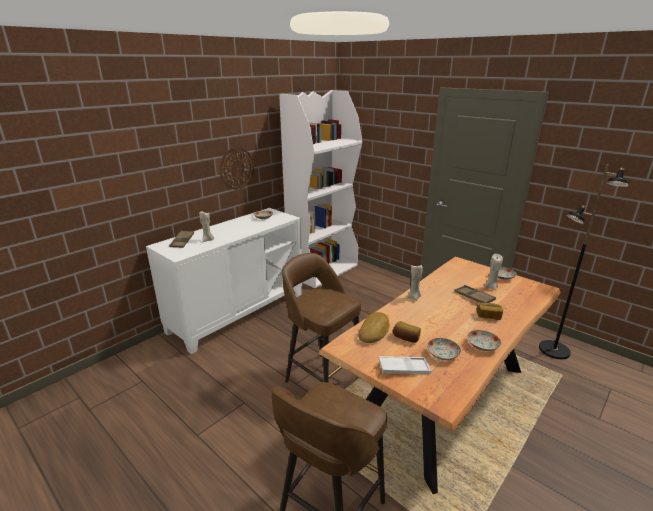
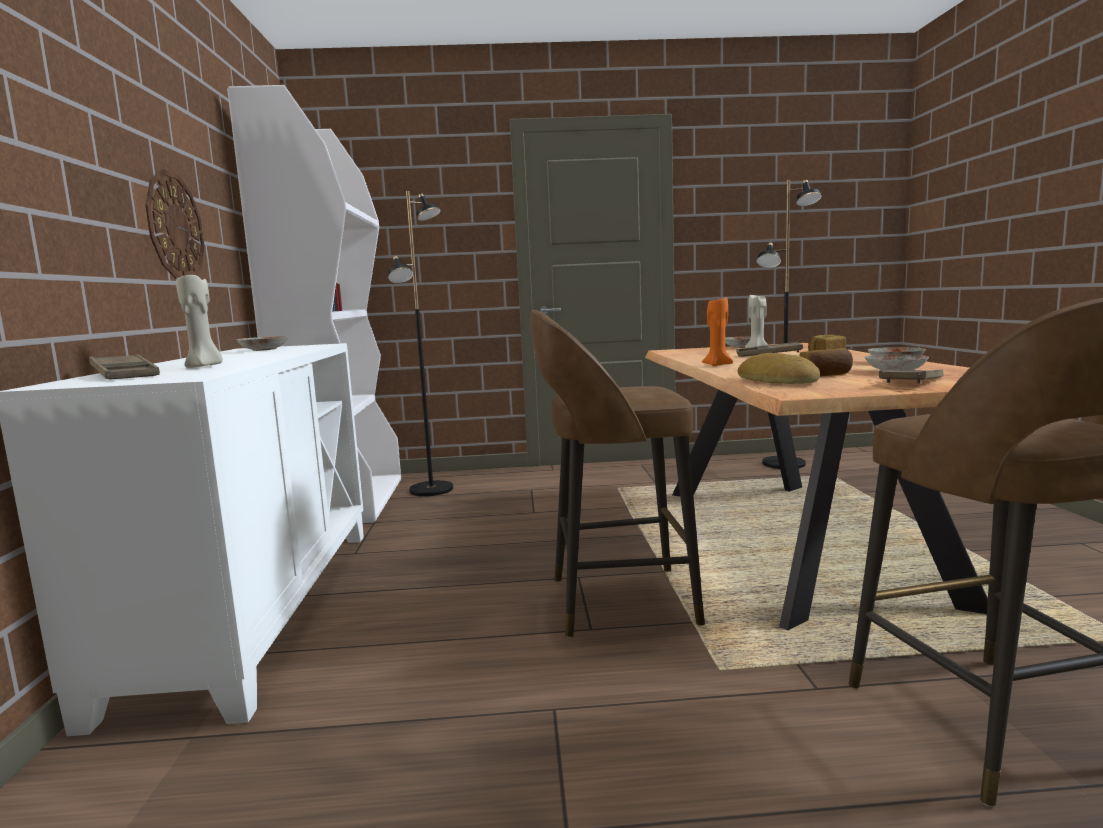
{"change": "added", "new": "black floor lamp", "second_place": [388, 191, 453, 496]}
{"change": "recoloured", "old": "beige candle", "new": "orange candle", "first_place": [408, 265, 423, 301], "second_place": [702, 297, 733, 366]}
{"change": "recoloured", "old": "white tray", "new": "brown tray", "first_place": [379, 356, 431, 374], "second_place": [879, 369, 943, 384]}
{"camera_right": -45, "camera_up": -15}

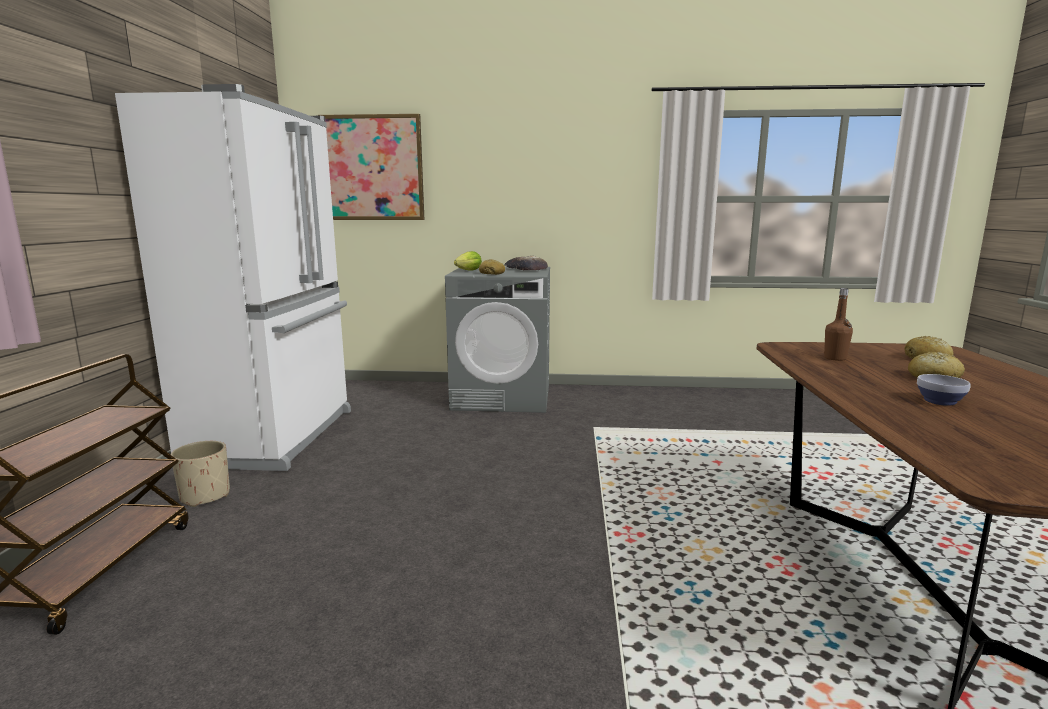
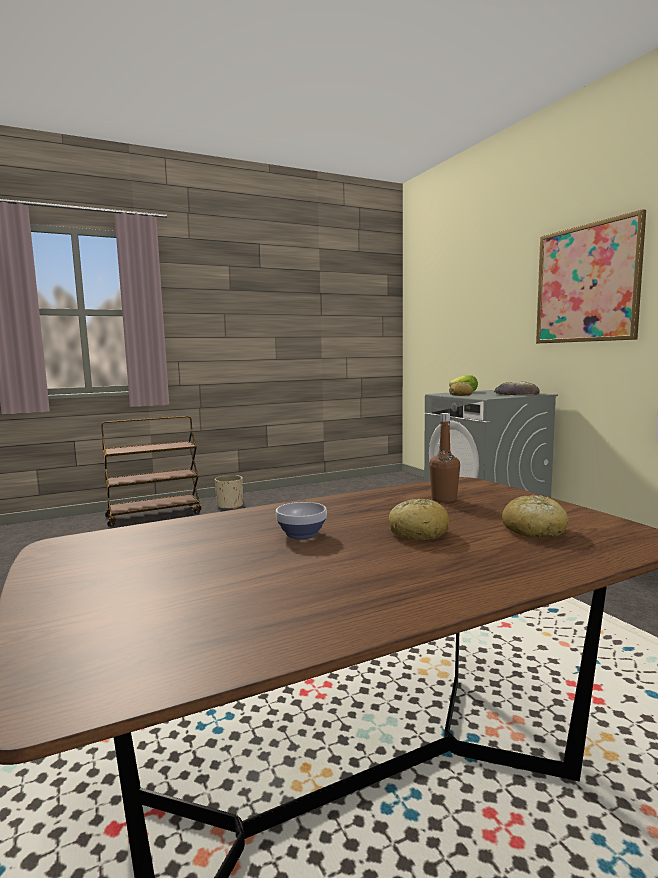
{"change": "moved", "old": "picture", "first_place": [318, 114, 425, 220], "second_place": [536, 209, 646, 343]}
{"change": "removed", "old": "white fridge", "first_place": [115, 84, 351, 471]}
{"camera_right": 60, "camera_up": -5}

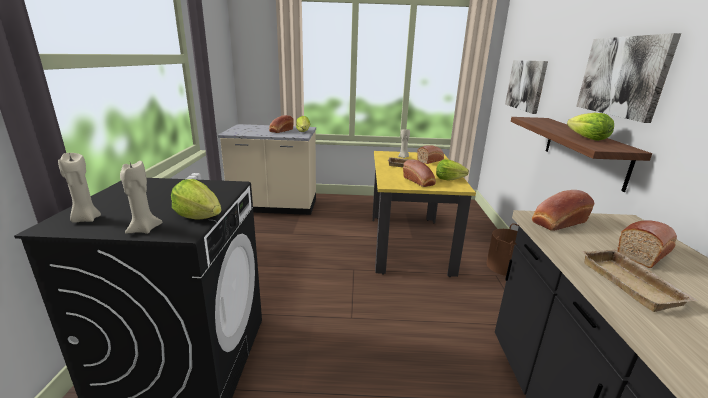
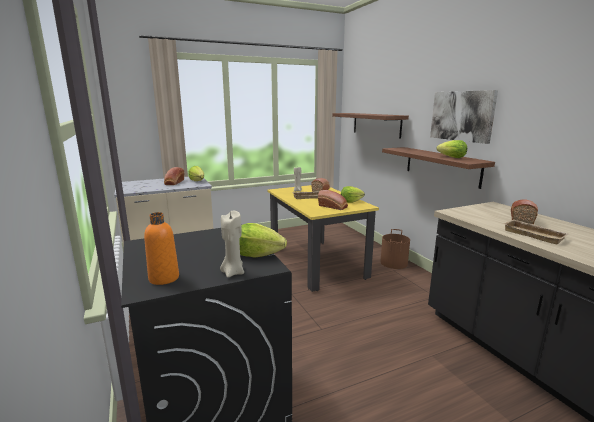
{"change": "replaced", "old": "beige candle", "new": "orange bottle", "first_place": [58, 153, 101, 223], "second_place": [144, 212, 179, 285]}
{"change": "replaced", "old": "picture", "new": "shelf", "first_place": [505, 60, 548, 114], "second_place": [332, 113, 409, 139]}
{"change": "removed", "old": "bread", "first_place": [532, 190, 594, 231]}
{"camera_right": -25, "camera_up": -5}

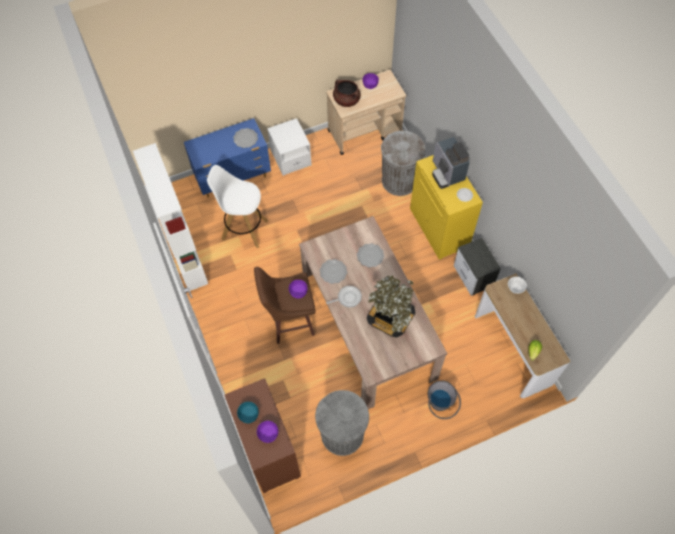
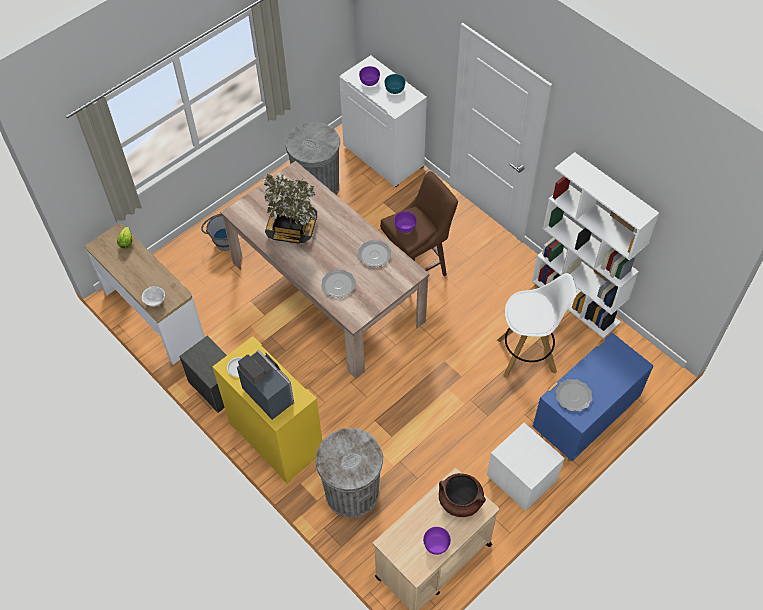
{"change": "recoloured", "old": "brown cabinet", "new": "white cabinet", "first_place": [224, 378, 301, 493], "second_place": [339, 55, 427, 187]}
{"change": "removed", "old": "frying pan", "first_place": [326, 286, 362, 307]}
{"camera_right": 160, "camera_up": -5}

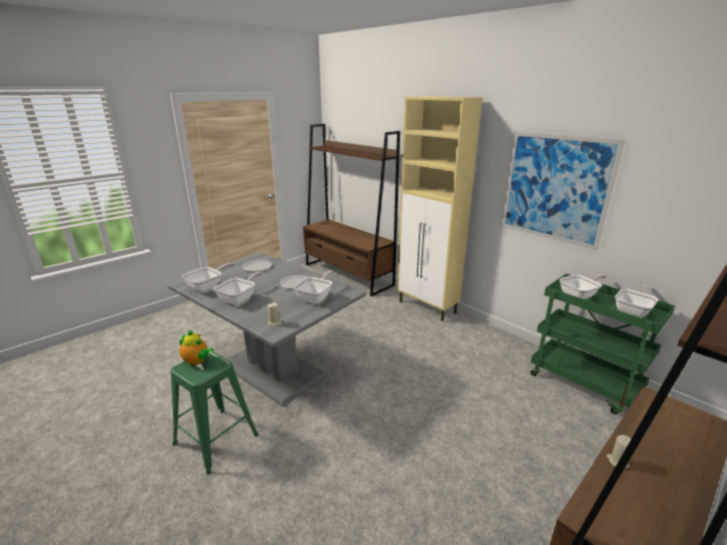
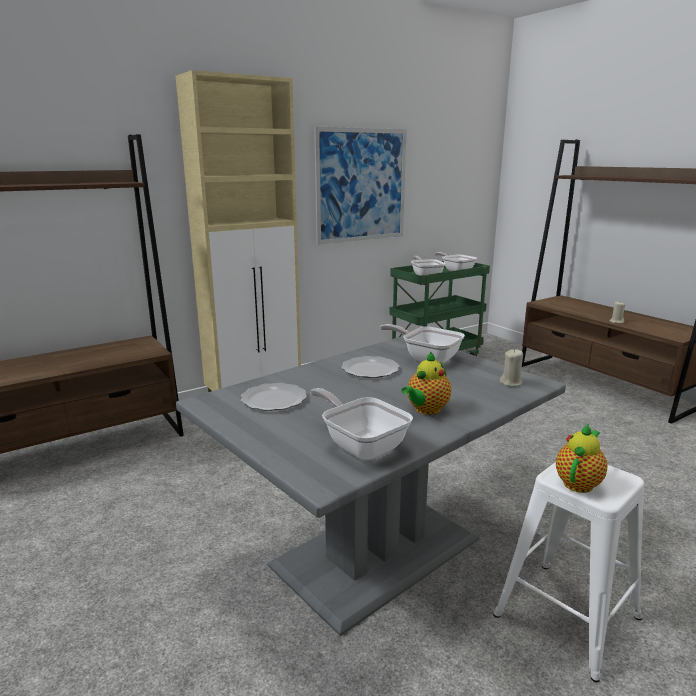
{"change": "replaced", "old": "frying pan", "new": "teapot", "first_place": [213, 272, 263, 305], "second_place": [401, 352, 451, 415]}
{"change": "recoloured", "old": "green stool", "new": "white stool", "first_place": [171, 351, 259, 475], "second_place": [493, 462, 644, 682]}
{"camera_right": -80, "camera_up": -5}

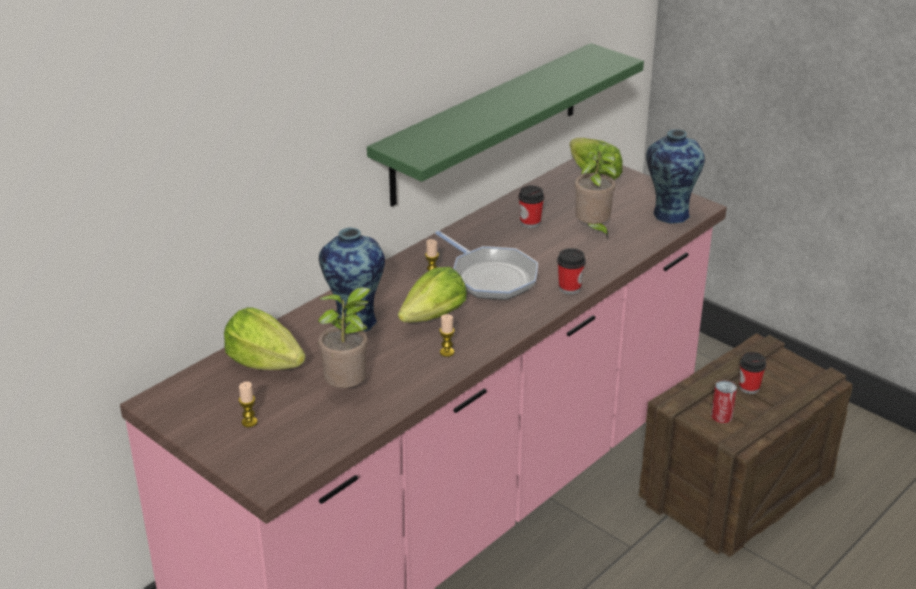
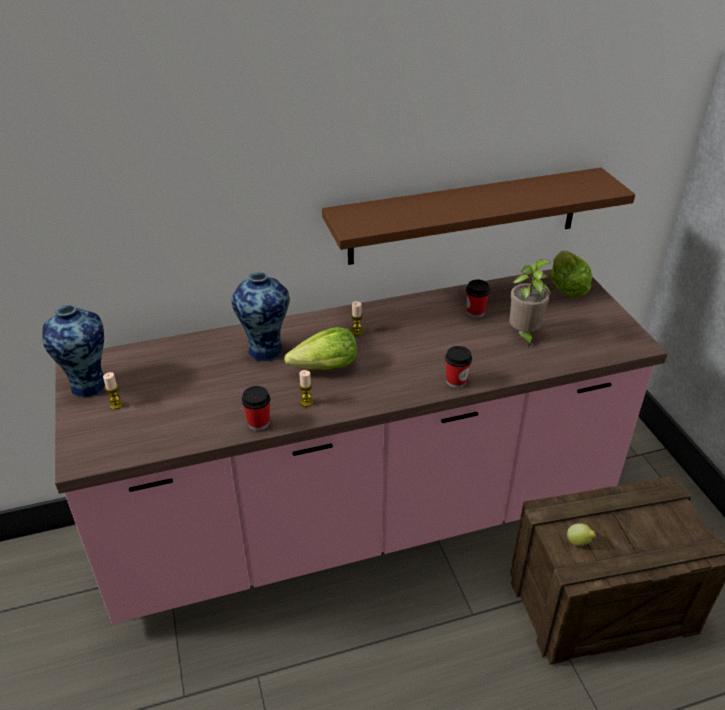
{"change": "moved", "old": "vase", "first_place": [646, 129, 705, 223], "second_place": [42, 304, 105, 398]}
{"change": "moved", "old": "cup", "first_place": [739, 352, 766, 394], "second_place": [242, 386, 270, 431]}
{"change": "recoloured", "old": "green shelf", "new": "brown shelf", "first_place": [367, 43, 644, 206], "second_place": [322, 168, 635, 265]}
{"change": "replaced", "old": "can", "new": "lemon", "first_place": [711, 380, 737, 423], "second_place": [567, 523, 596, 546]}
{"change": "removed", "old": "lettuce", "first_place": [224, 307, 305, 370]}
{"change": "removed", "old": "potted plant", "first_place": [318, 287, 371, 388]}
{"change": "removed", "old": "frying pan", "first_place": [435, 231, 538, 300]}
{"camera_right": 30, "camera_up": 5}

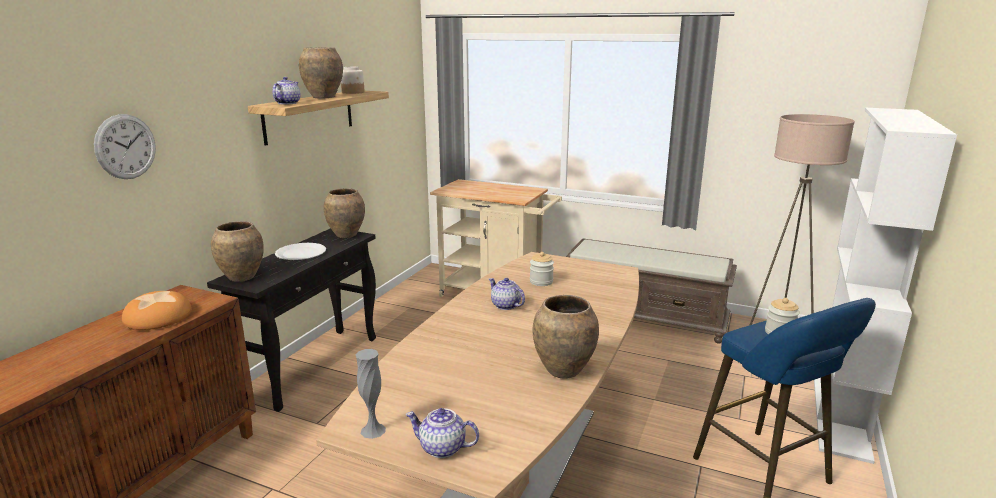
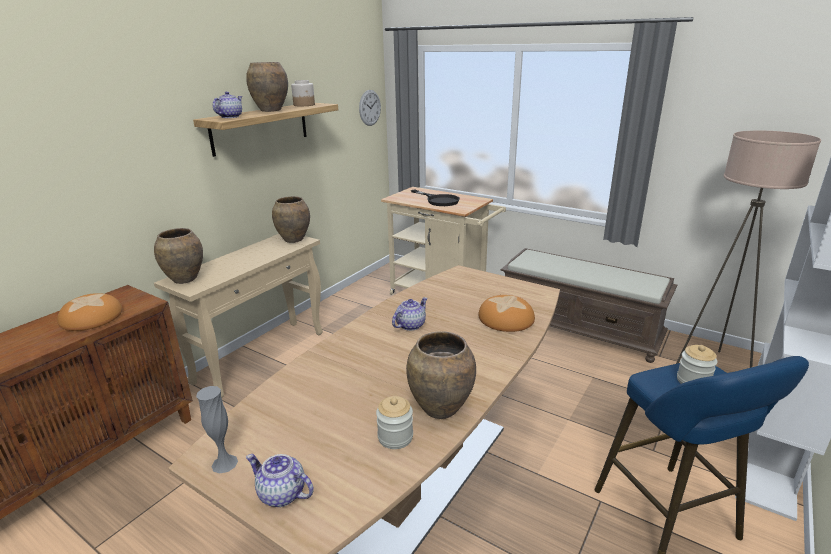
{"change": "recoloured", "old": "black console table", "new": "beige console table", "first_place": [207, 228, 376, 412], "second_place": [154, 234, 323, 398]}
{"change": "moved", "old": "wall clock", "first_place": [94, 114, 156, 179], "second_place": [359, 90, 381, 126]}
{"change": "moved", "old": "jar", "first_place": [530, 252, 554, 286], "second_place": [376, 396, 413, 449]}
{"change": "turned", "old": "teapot", "first_place": [489, 278, 525, 310], "second_place": [392, 297, 428, 331], "degrees": 75}
{"change": "added", "new": "black frying pan", "second_place": [411, 189, 460, 206]}
{"change": "added", "new": "bread", "second_place": [478, 295, 535, 332]}
{"change": "removed", "old": "white plate", "first_place": [275, 243, 326, 260]}
{"camera_right": 10, "camera_up": 5}

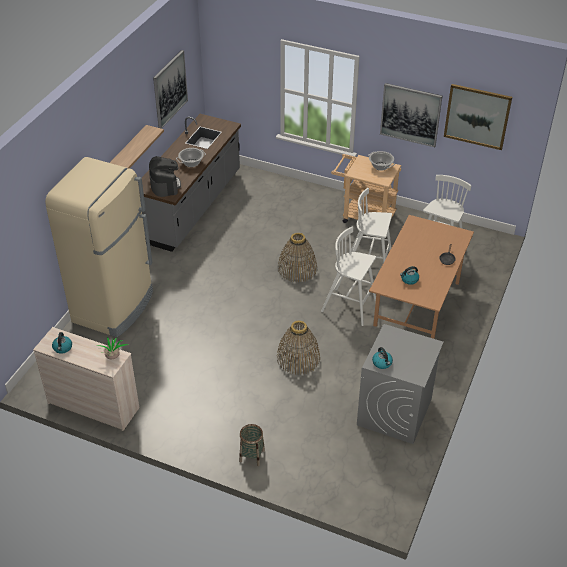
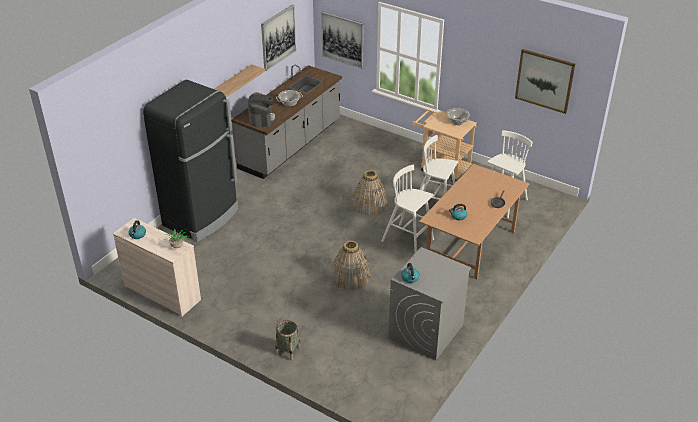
{"change": "recoloured", "old": "beige fridge", "new": "black fridge", "first_place": [45, 157, 153, 337], "second_place": [143, 80, 238, 242]}
{"change": "moved", "old": "picture", "first_place": [380, 83, 442, 147], "second_place": [321, 12, 364, 69]}
{"camera_right": 10, "camera_up": -5}

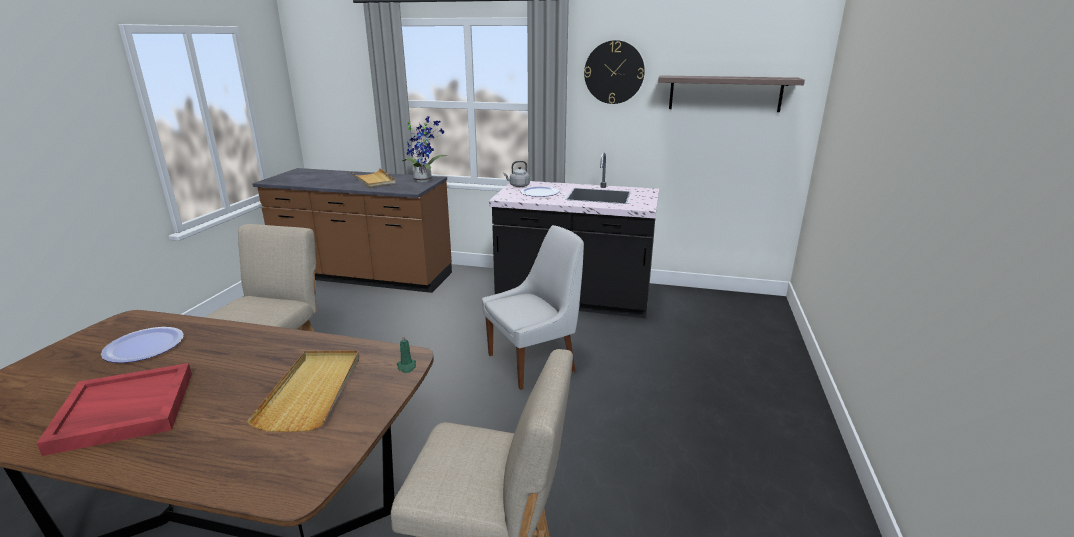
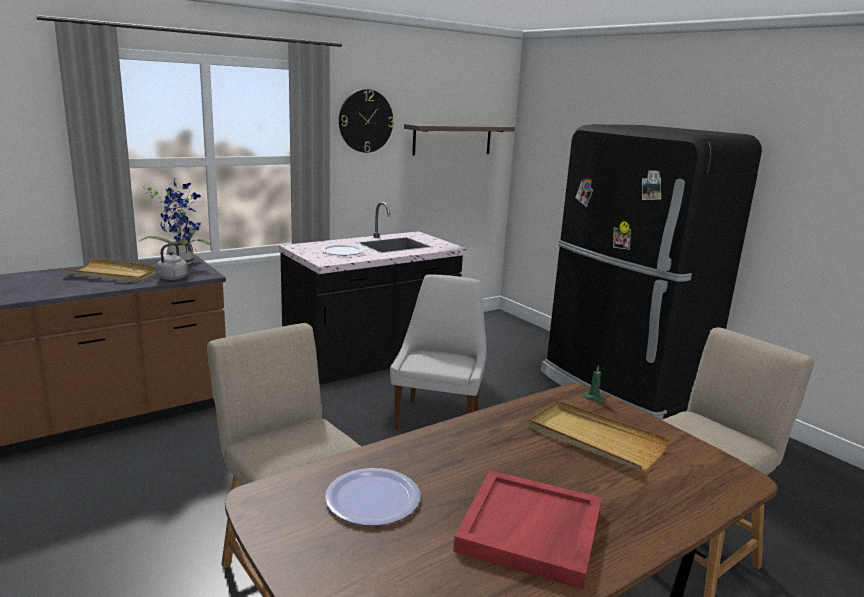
{"change": "moved", "old": "grey kettle", "first_place": [503, 161, 530, 187], "second_place": [151, 243, 188, 280]}
{"change": "added", "new": "black fridge", "second_place": [541, 124, 762, 420]}
{"camera_right": -50, "camera_up": -5}

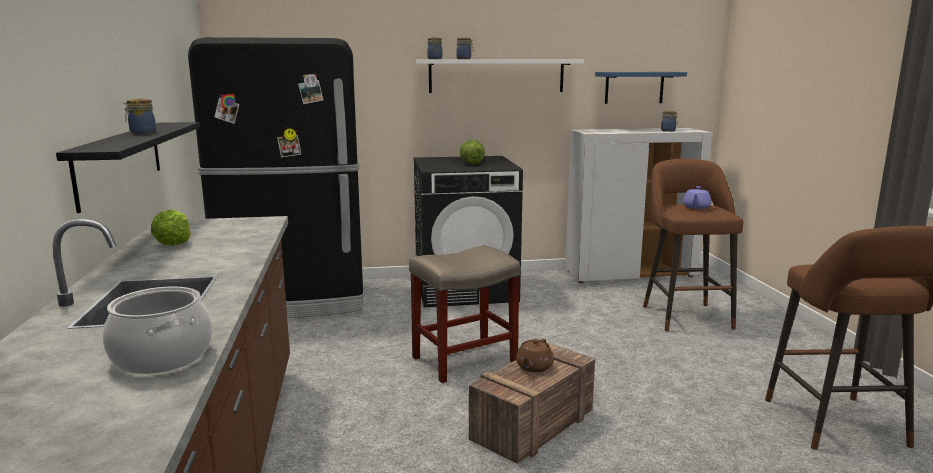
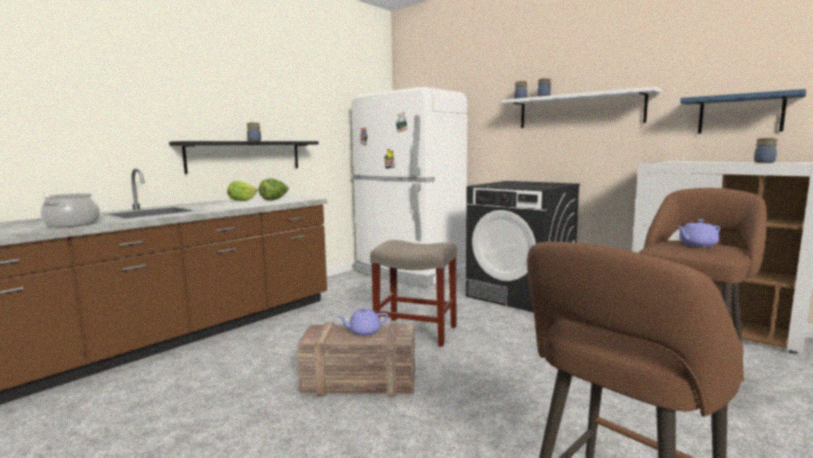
{"change": "moved", "old": "lettuce", "first_place": [460, 140, 485, 165], "second_place": [259, 178, 289, 201]}
{"change": "recoloured", "old": "brown teapot", "new": "purple teapot", "first_place": [516, 339, 554, 372], "second_place": [338, 307, 388, 336]}
{"change": "recoloured", "old": "black fridge", "new": "white fridge", "first_place": [188, 37, 365, 318], "second_place": [351, 87, 468, 287]}
{"camera_right": 50, "camera_up": -5}

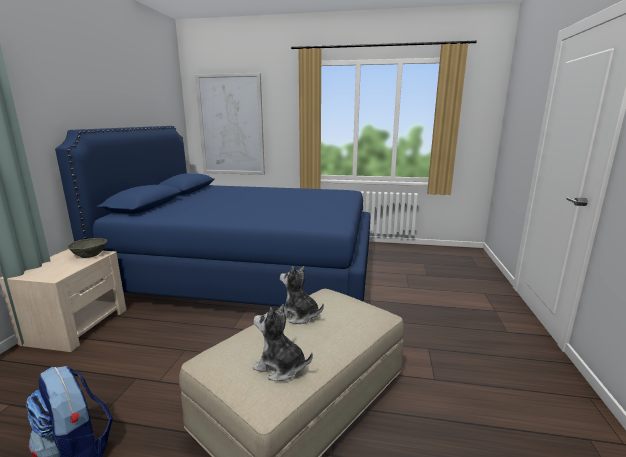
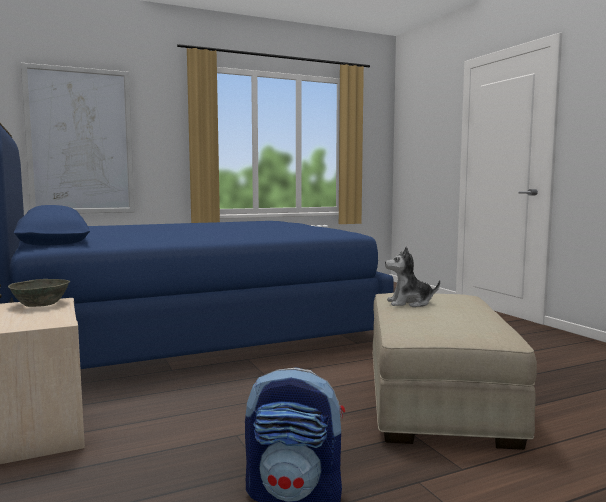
{"change": "removed", "old": "plush toy", "first_place": [253, 304, 313, 381]}
{"camera_right": -35, "camera_up": -10}

